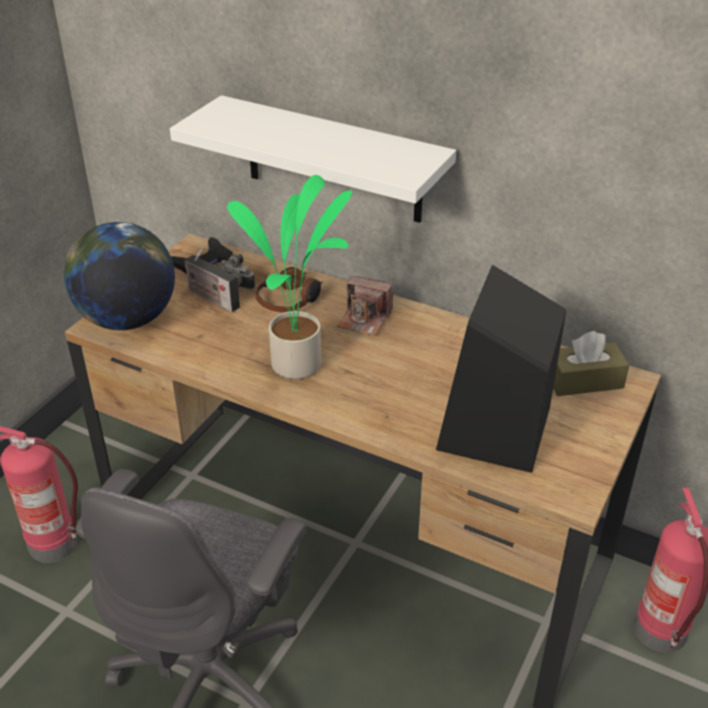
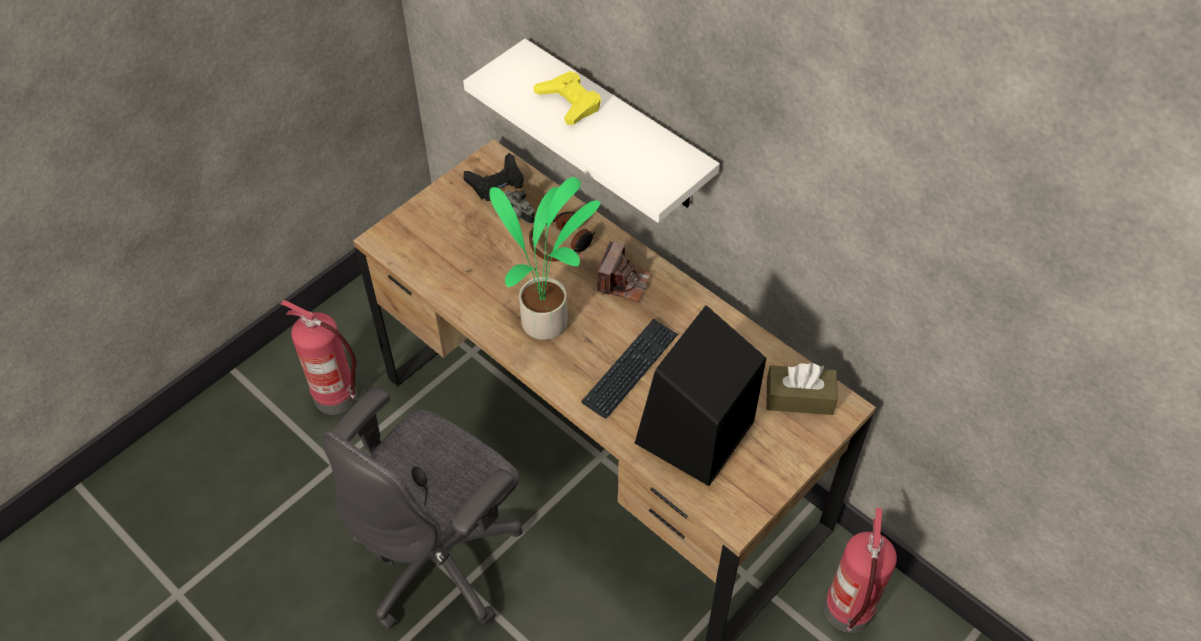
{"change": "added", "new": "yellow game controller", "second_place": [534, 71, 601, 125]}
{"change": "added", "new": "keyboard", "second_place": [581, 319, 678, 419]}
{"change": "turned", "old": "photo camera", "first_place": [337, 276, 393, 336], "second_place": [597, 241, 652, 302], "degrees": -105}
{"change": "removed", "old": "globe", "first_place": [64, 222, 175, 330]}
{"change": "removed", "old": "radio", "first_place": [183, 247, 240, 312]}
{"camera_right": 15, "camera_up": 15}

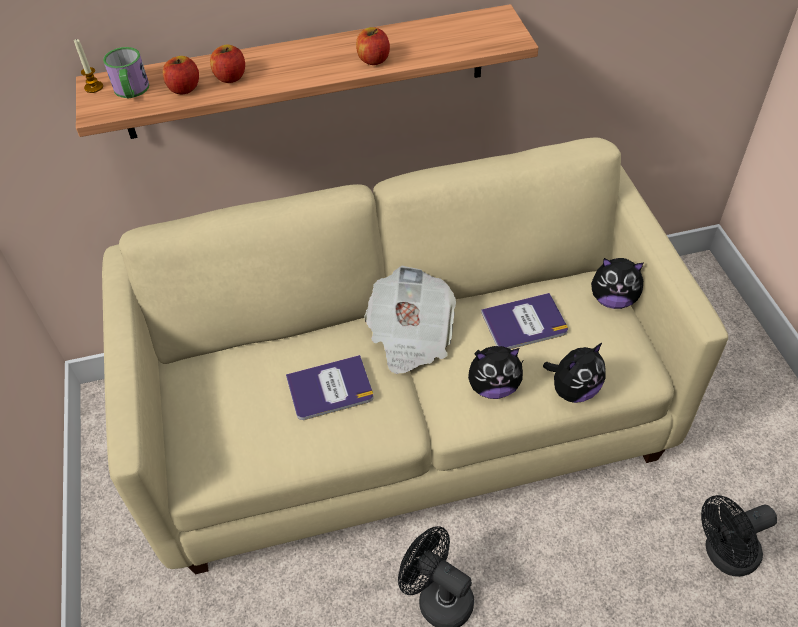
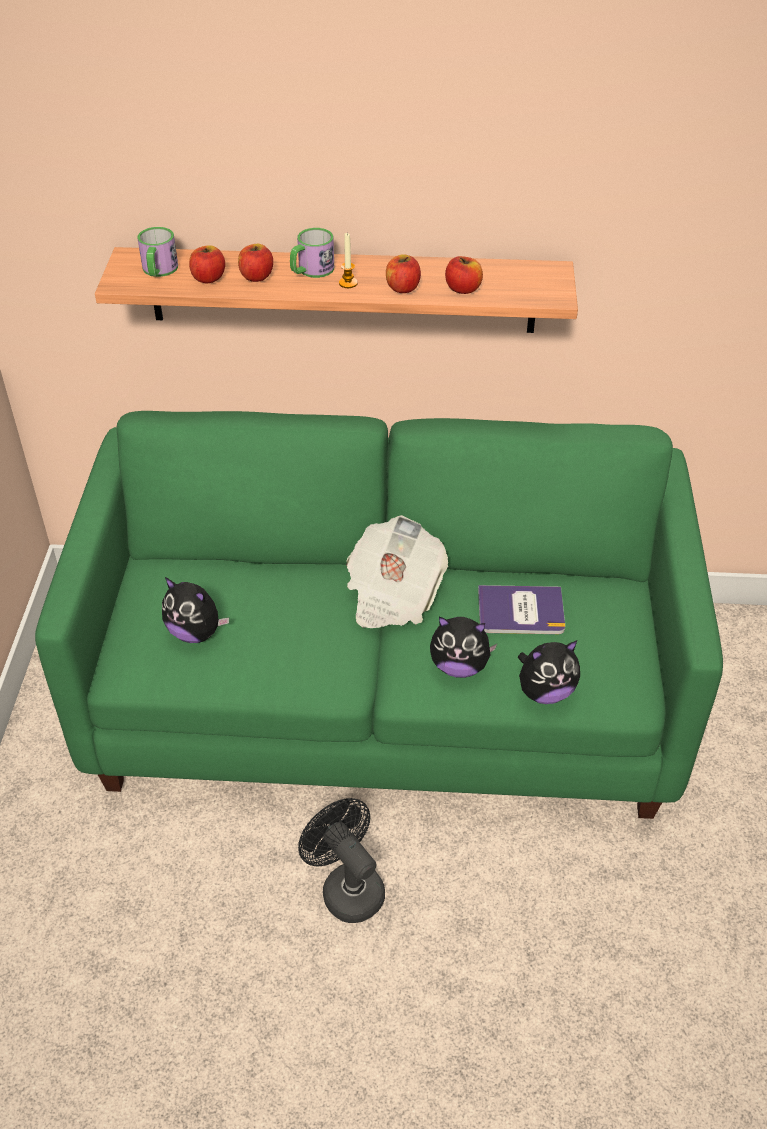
{"change": "recoloured", "old": "beige sofa", "new": "green sofa", "first_place": [102, 138, 728, 574], "second_place": [35, 411, 723, 819]}
{"change": "moved", "old": "plush toy", "first_place": [591, 258, 643, 309], "second_place": [162, 577, 229, 643]}
{"change": "added", "new": "mug", "second_place": [290, 228, 334, 278]}
{"change": "moved", "old": "candle", "first_place": [74, 39, 103, 93], "second_place": [339, 233, 358, 288]}
{"change": "added", "new": "apple", "second_place": [445, 256, 483, 294]}
{"change": "removed", "old": "book", "first_place": [286, 355, 373, 420]}
{"change": "removed", "old": "black fan", "first_place": [701, 495, 777, 577]}
{"camera_right": 15, "camera_up": -5}

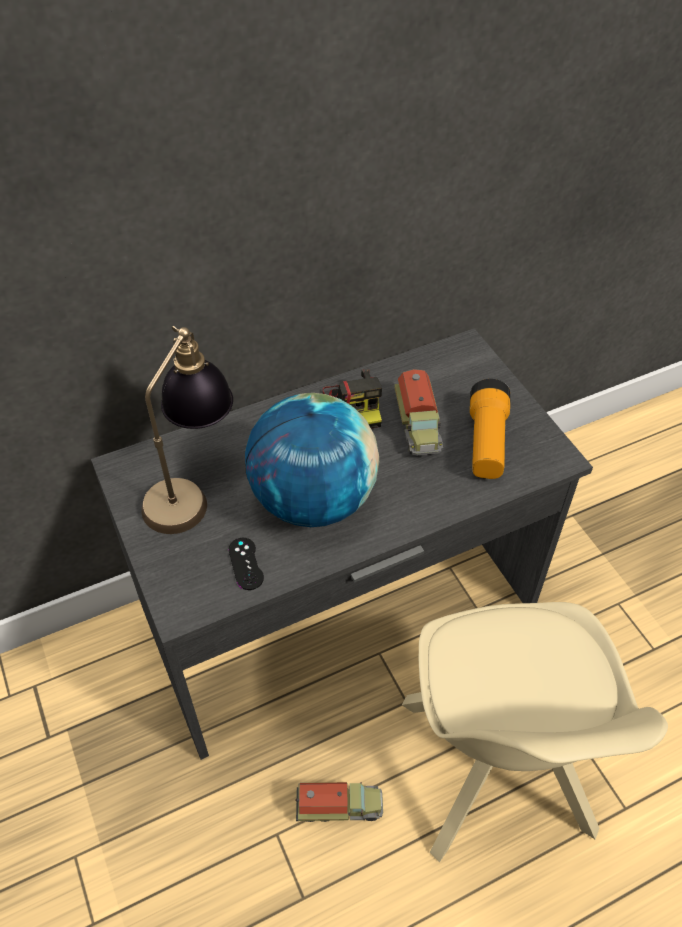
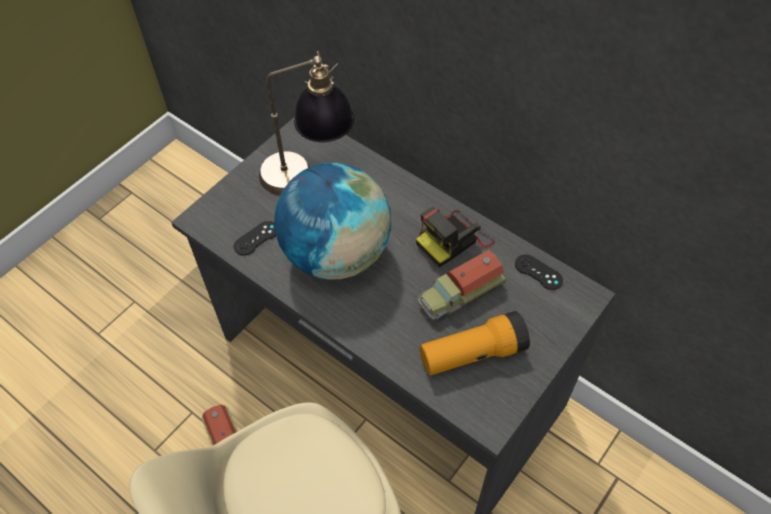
{"change": "added", "new": "black game controller", "second_place": [515, 254, 563, 290]}
{"camera_right": 65, "camera_up": 5}

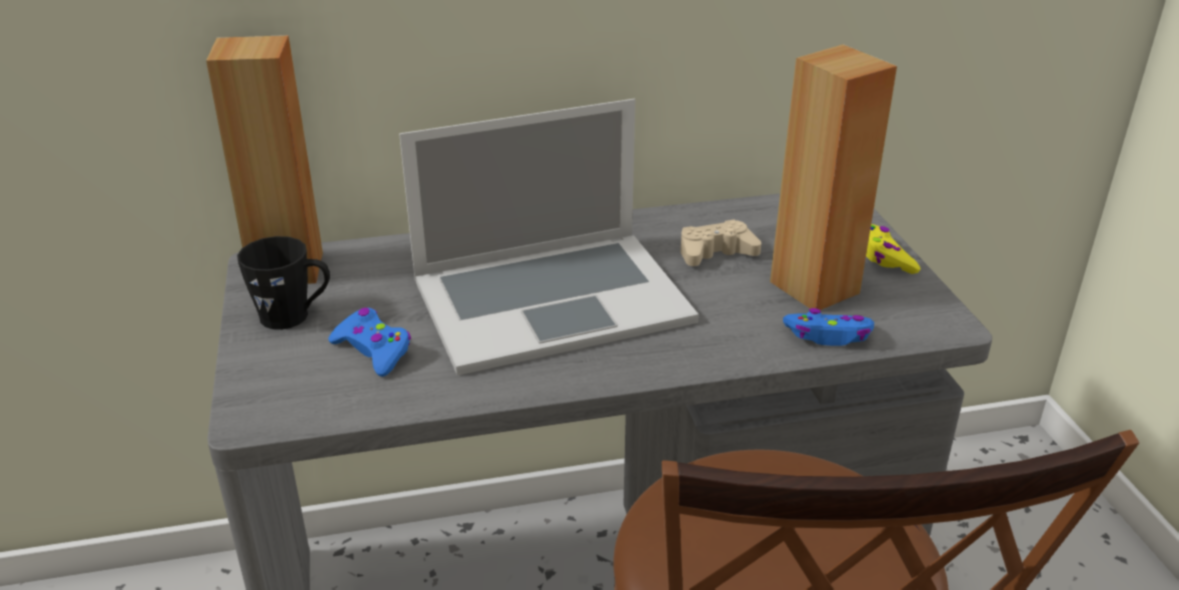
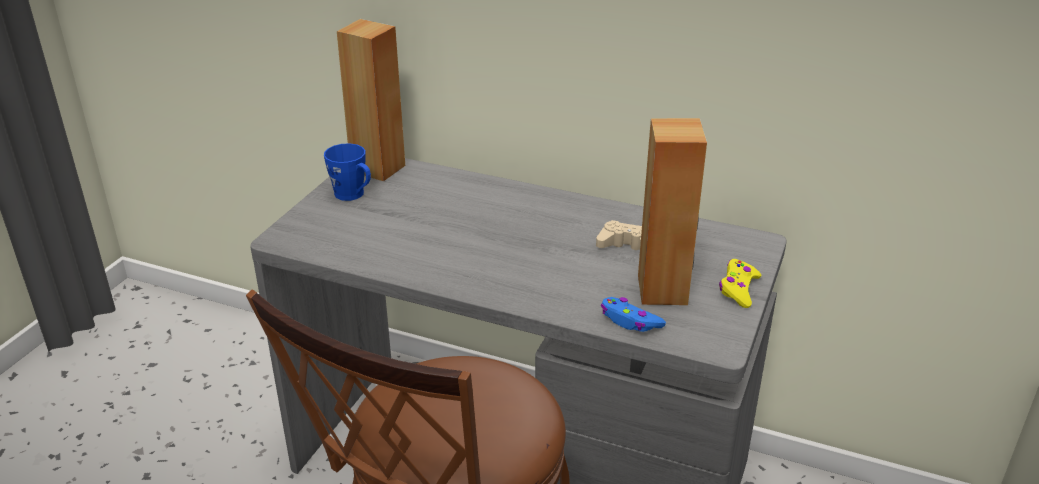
{"change": "recoloured", "old": "black mug", "new": "blue mug", "first_place": [237, 236, 330, 330], "second_place": [324, 143, 371, 201]}
{"change": "removed", "old": "blue game controller", "first_place": [328, 308, 411, 377]}
{"change": "removed", "old": "laptop", "first_place": [399, 99, 699, 376]}
{"camera_right": 35, "camera_up": 0}

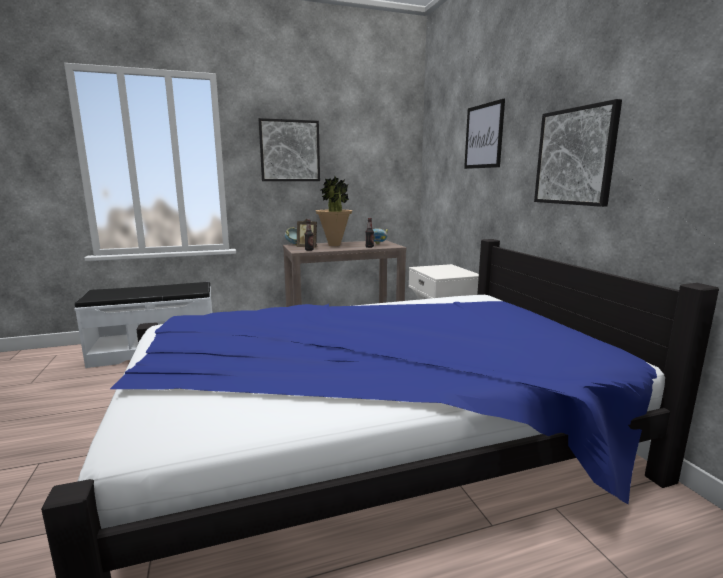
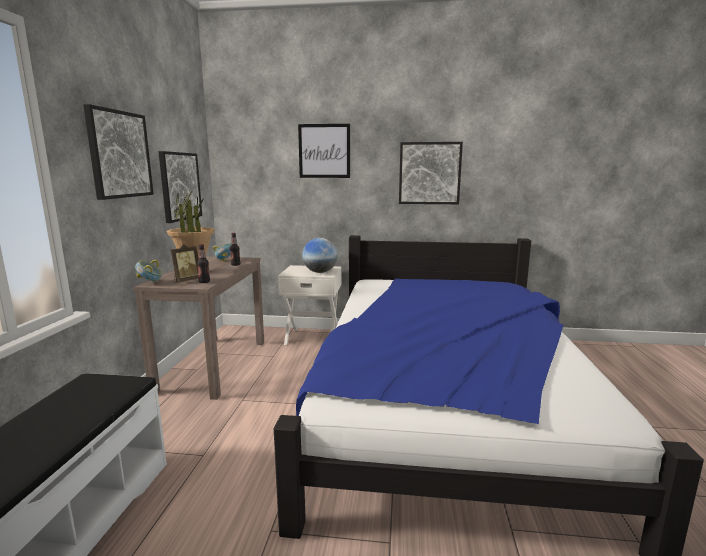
{"change": "added", "new": "picture", "second_place": [158, 151, 202, 223]}
{"change": "added", "new": "globe", "second_place": [302, 238, 338, 273]}
{"camera_right": -65, "camera_up": 0}

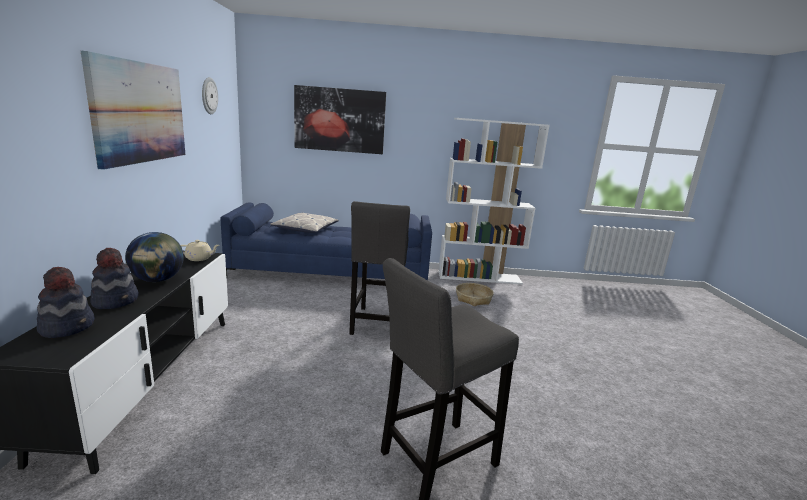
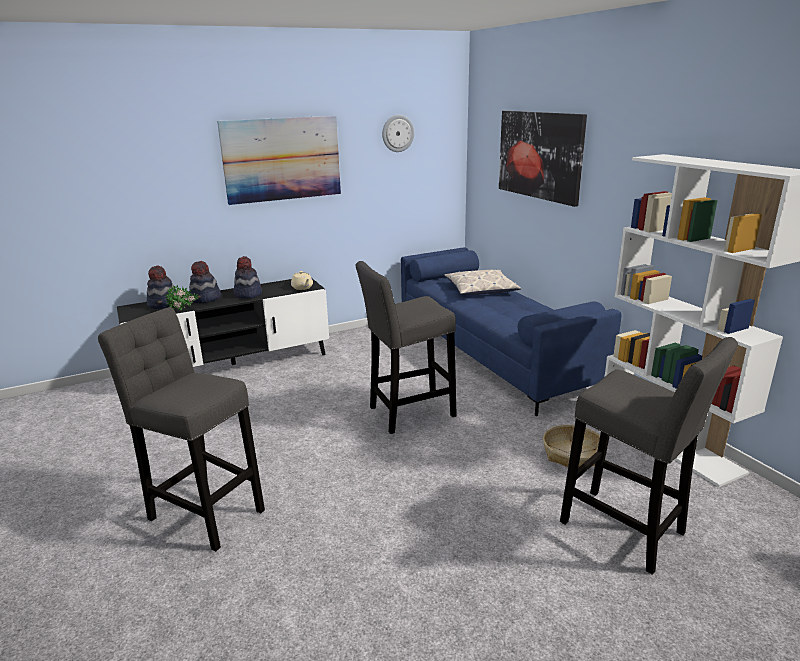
{"change": "added", "new": "potted plant", "second_place": [165, 285, 198, 311]}
{"change": "replaced", "old": "globe", "new": "hat", "first_place": [125, 232, 184, 282], "second_place": [233, 256, 262, 299]}
{"change": "added", "new": "grey stool", "second_place": [560, 337, 738, 575]}
{"camera_right": 65, "camera_up": 5}

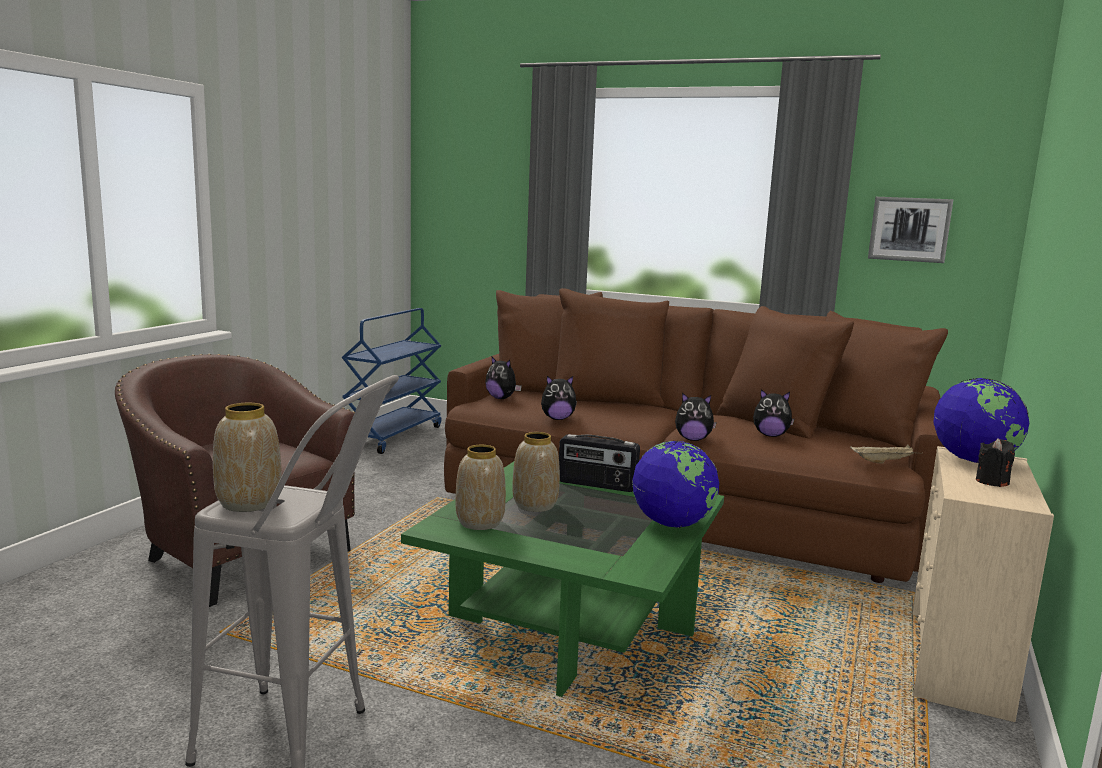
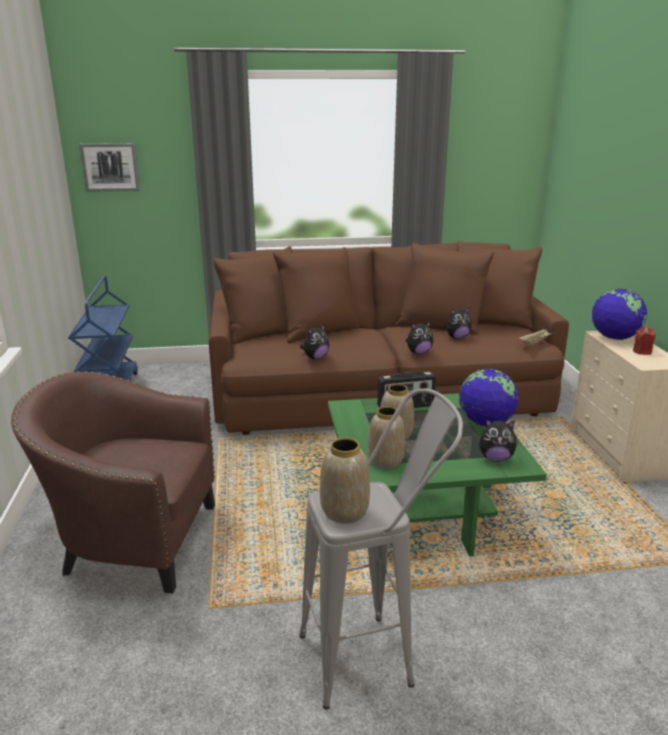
{"change": "moved", "old": "picture", "first_place": [868, 197, 954, 263], "second_place": [79, 143, 140, 192]}
{"change": "moved", "old": "plush toy", "first_place": [485, 356, 522, 399], "second_place": [479, 419, 518, 462]}
{"change": "recoloured", "old": "black candle", "new": "red candle", "first_place": [976, 438, 1015, 487], "second_place": [633, 326, 656, 355]}
{"camera_right": -30, "camera_up": 10}

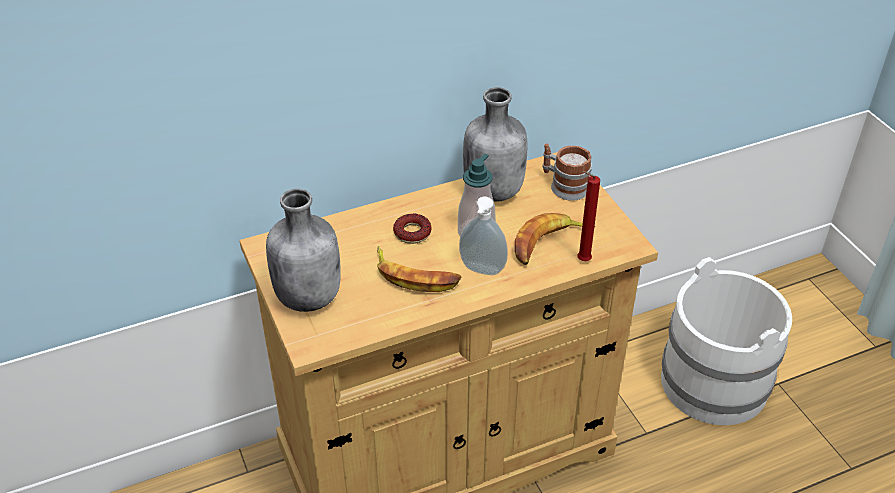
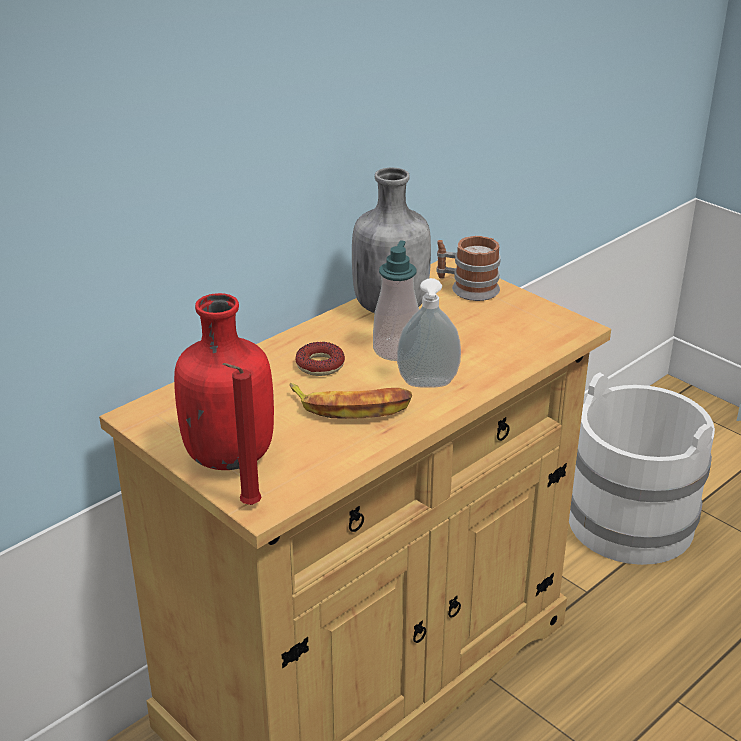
{"change": "recoloured", "old": "grey bottle", "new": "red bottle", "first_place": [266, 189, 341, 312], "second_place": [174, 293, 274, 470]}
{"change": "moved", "old": "red candle", "first_place": [577, 171, 600, 261], "second_place": [223, 363, 262, 505]}
{"change": "removed", "old": "banana", "first_place": [515, 213, 595, 265]}
{"camera_right": -20, "camera_up": -10}

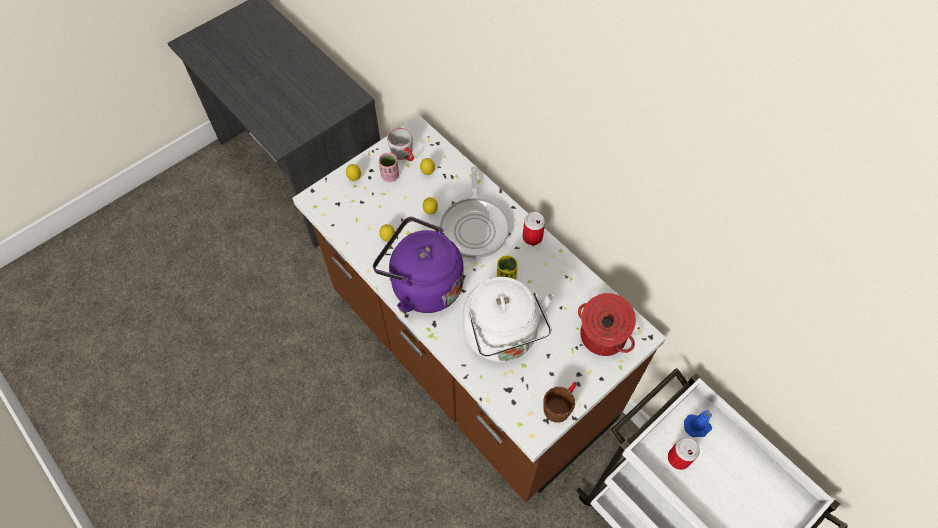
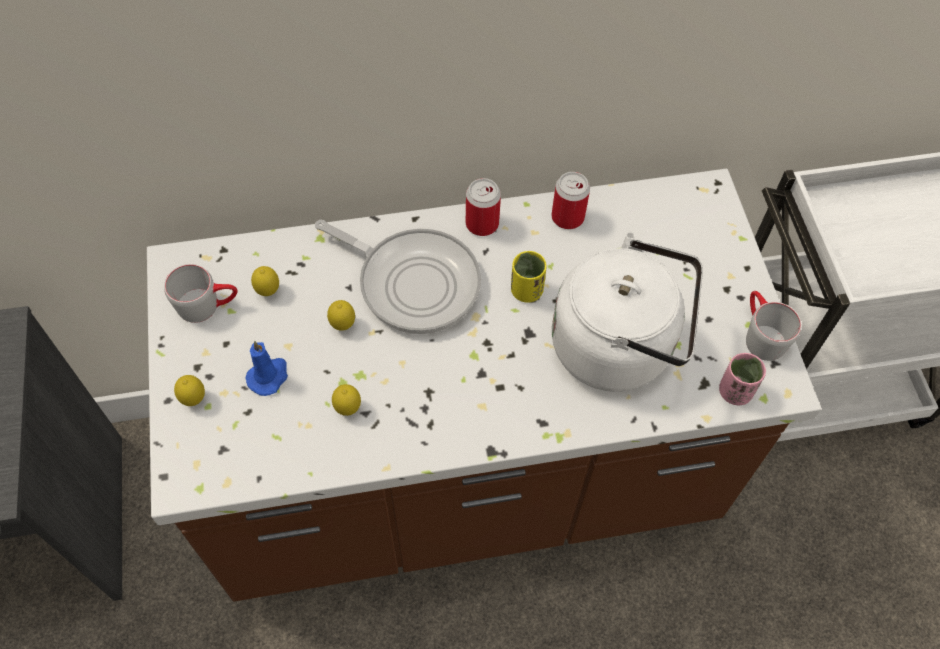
{"change": "moved", "old": "blue candle", "first_place": [684, 410, 712, 437], "second_place": [245, 341, 288, 396]}
{"change": "moved", "old": "can", "first_place": [668, 437, 700, 470], "second_place": [551, 172, 590, 229]}
{"change": "moved", "old": "pink cup", "first_place": [379, 153, 399, 182], "second_place": [719, 353, 766, 405]}
{"change": "recoloured", "old": "brown mug", "new": "grey mug", "first_place": [543, 382, 577, 423], "second_place": [746, 291, 801, 361]}
{"change": "removed", "old": "purple kettle", "first_place": [373, 217, 464, 313]}
{"change": "removed", "old": "cooking pot", "first_place": [578, 293, 636, 356]}
{"camera_right": -60, "camera_up": 0}

